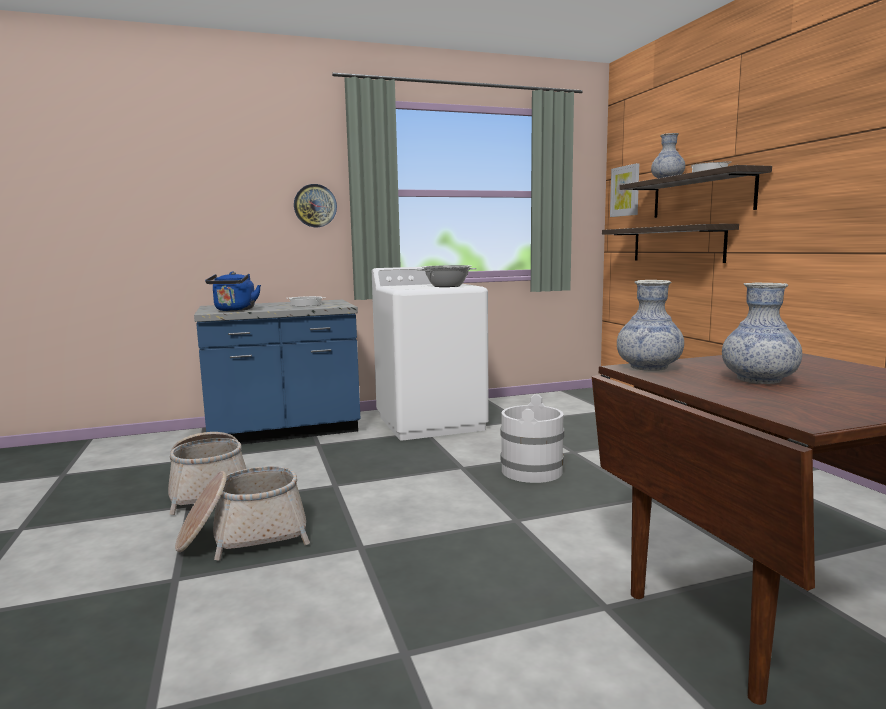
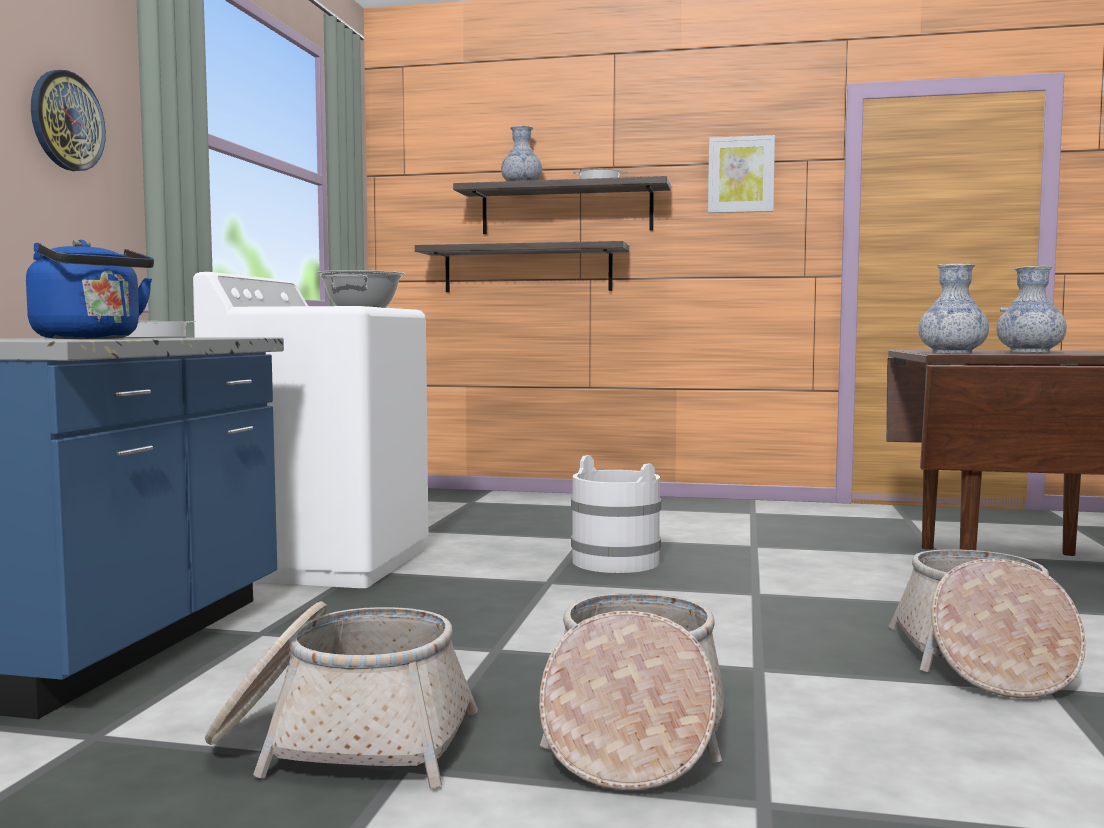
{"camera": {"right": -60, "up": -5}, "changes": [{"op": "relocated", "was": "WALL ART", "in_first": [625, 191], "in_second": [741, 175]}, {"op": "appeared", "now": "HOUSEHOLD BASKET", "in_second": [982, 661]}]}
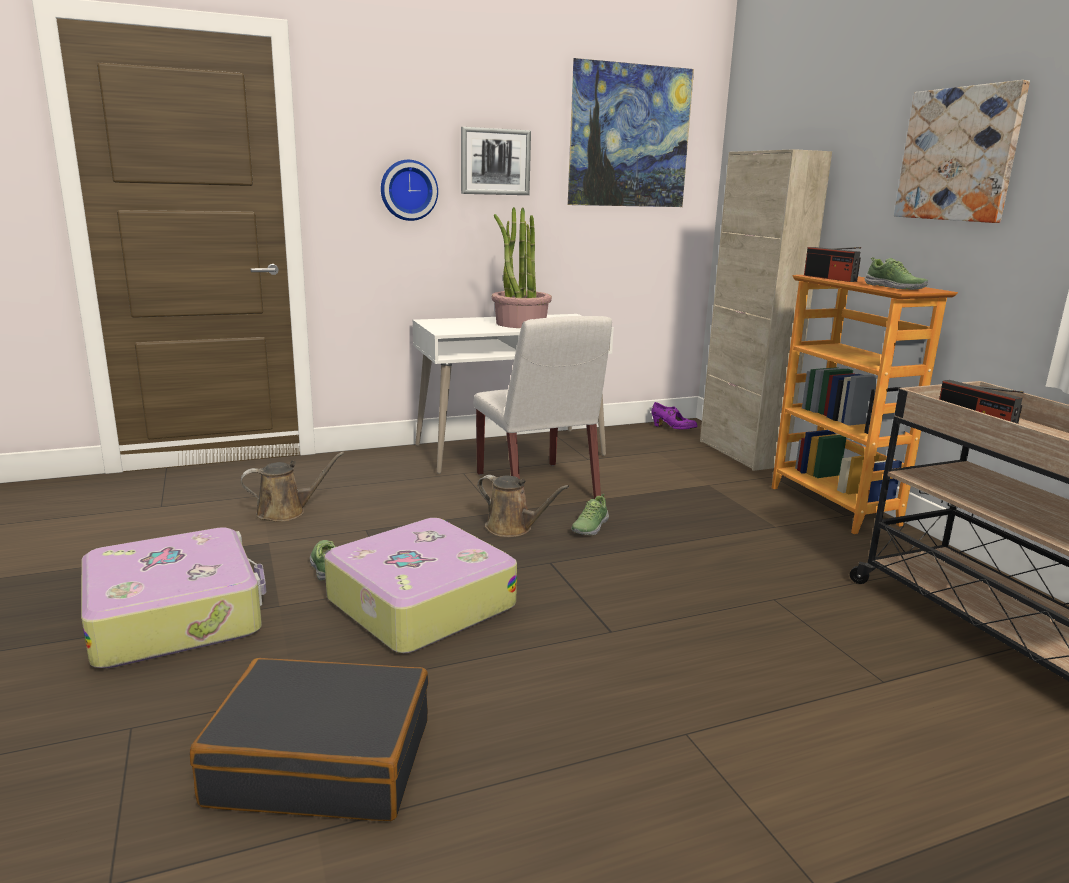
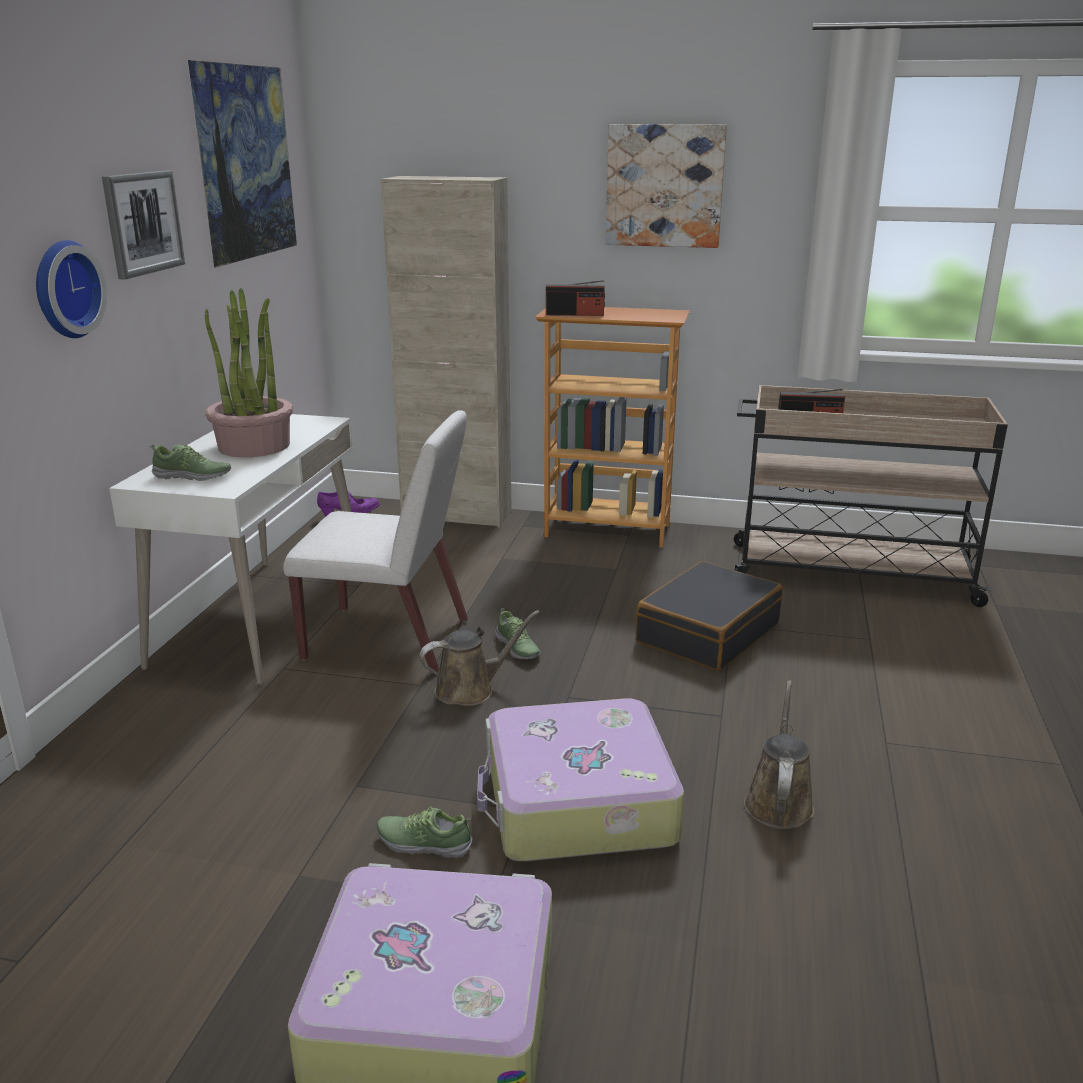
{"camera": {"right": -55, "up": 5}, "changes": [{"op": "relocated", "was": "LOW SHOE", "in_first": [894, 288], "in_second": [193, 477]}, {"op": "relocated", "was": "BLACK-COLOURED PIECE OF LUGGAGE", "in_first": [322, 761], "in_second": [707, 633]}, {"op": "relocated", "was": "BROWNISH WATERING POT", "in_first": [286, 512], "in_second": [778, 801]}]}
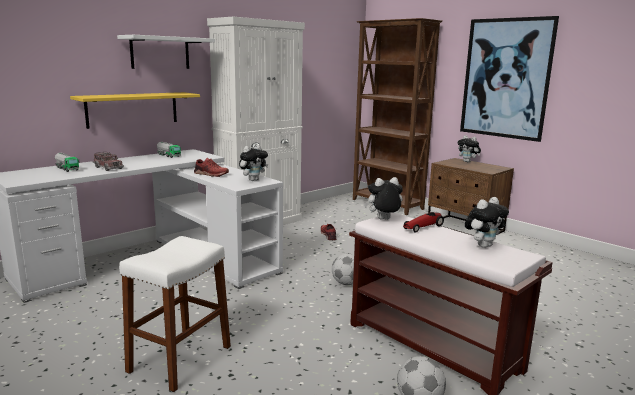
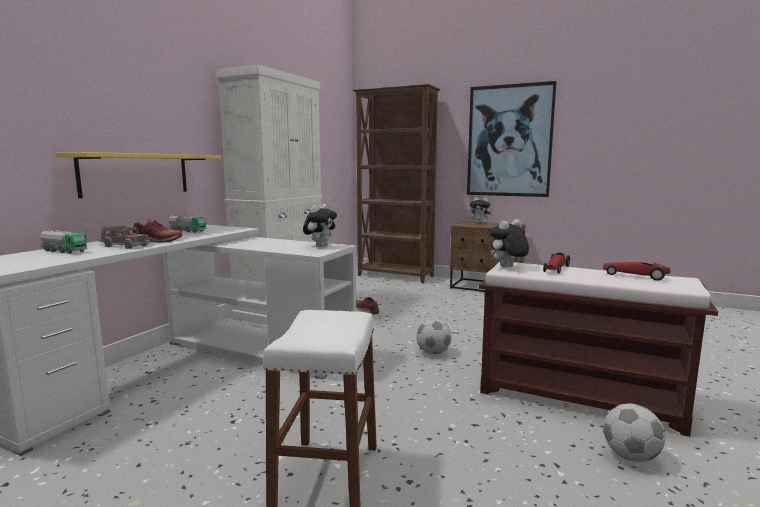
{"camera": {"right": -20, "up": -5}, "changes": [{"op": "relocated", "was": "RED LOW SHOE", "in_first": [210, 174], "in_second": [156, 240]}, {"op": "exchanged", "was": "CUDDLY TOY", "now": "MINIATURE CAR", "in_first": [483, 245], "in_second": [635, 276]}, {"op": "missing", "was": "WHITE WALL SHELF", "in_first": [160, 53]}]}
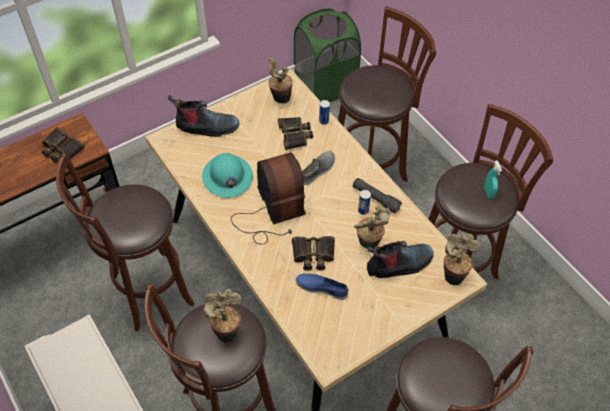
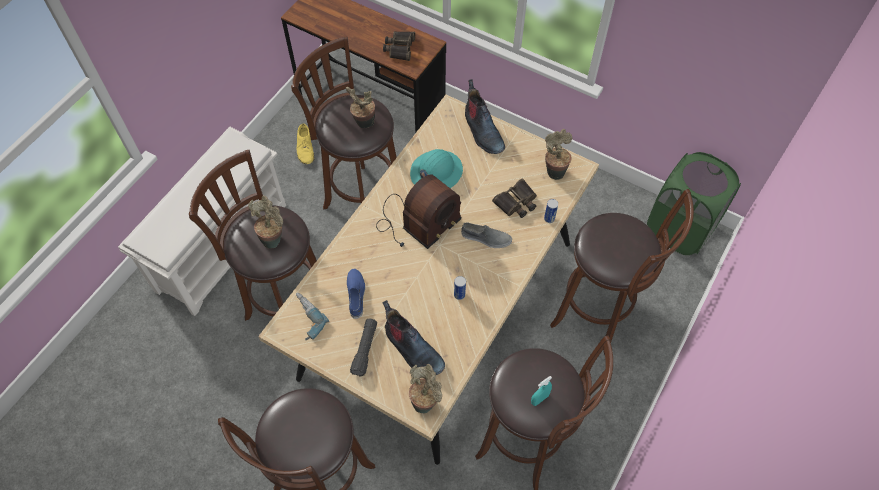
{"camera": {"right": 65, "up": 5}, "changes": [{"op": "appeared", "now": "YELLOWISH LOW SHOE", "in_second": [305, 148]}, {"op": "appeared", "now": "DRILL", "in_second": [305, 318]}, {"op": "relocated", "was": "PLANT IN A POT", "in_first": [369, 245], "in_second": [363, 123]}, {"op": "relocated", "was": "BLACK-COLOURED TORCH", "in_first": [376, 199], "in_second": [365, 349]}, {"op": "missing", "was": "BINOCULARS", "in_first": [313, 255]}]}
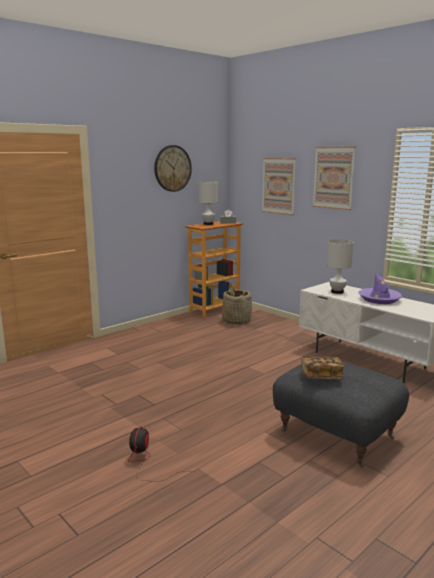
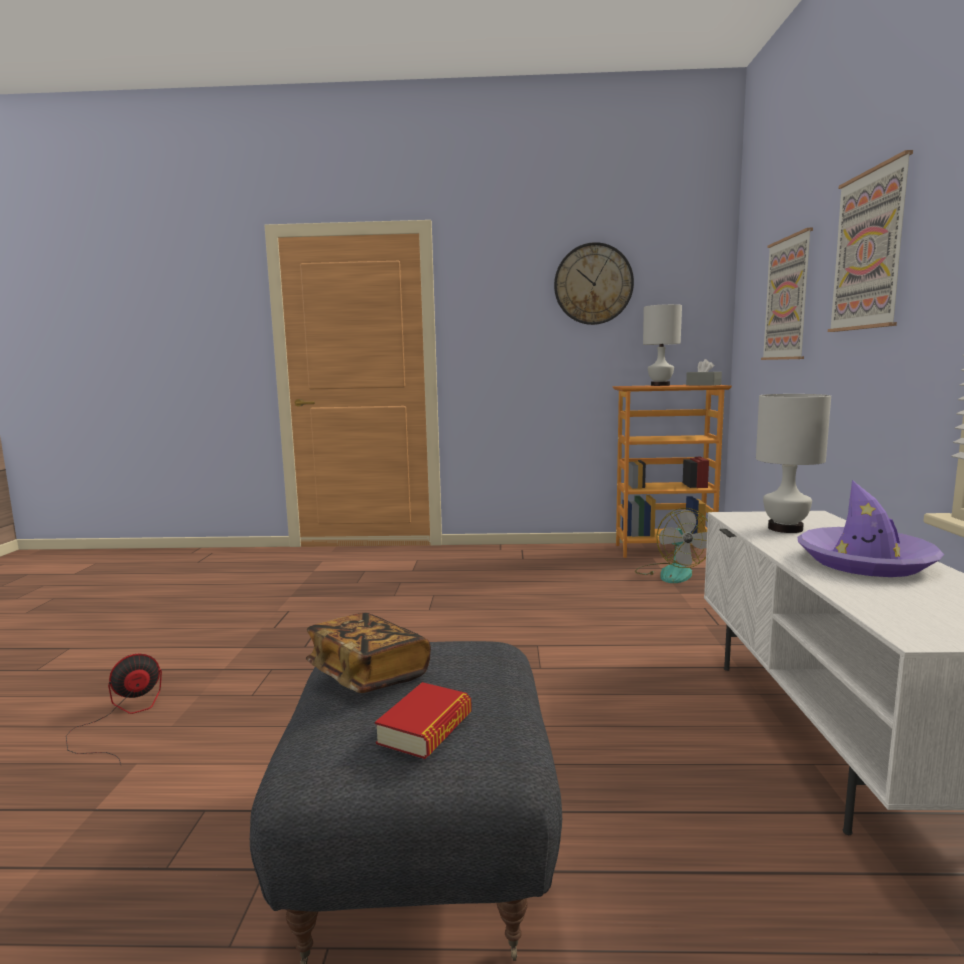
{"camera": {"right": 45, "up": -5}, "changes": [{"op": "appeared", "now": "BOOK", "in_second": [425, 728]}, {"op": "exchanged", "was": "HOUSEHOLD BASKET", "now": "ELECTRIC FAN", "in_first": [236, 321], "in_second": [670, 573]}]}
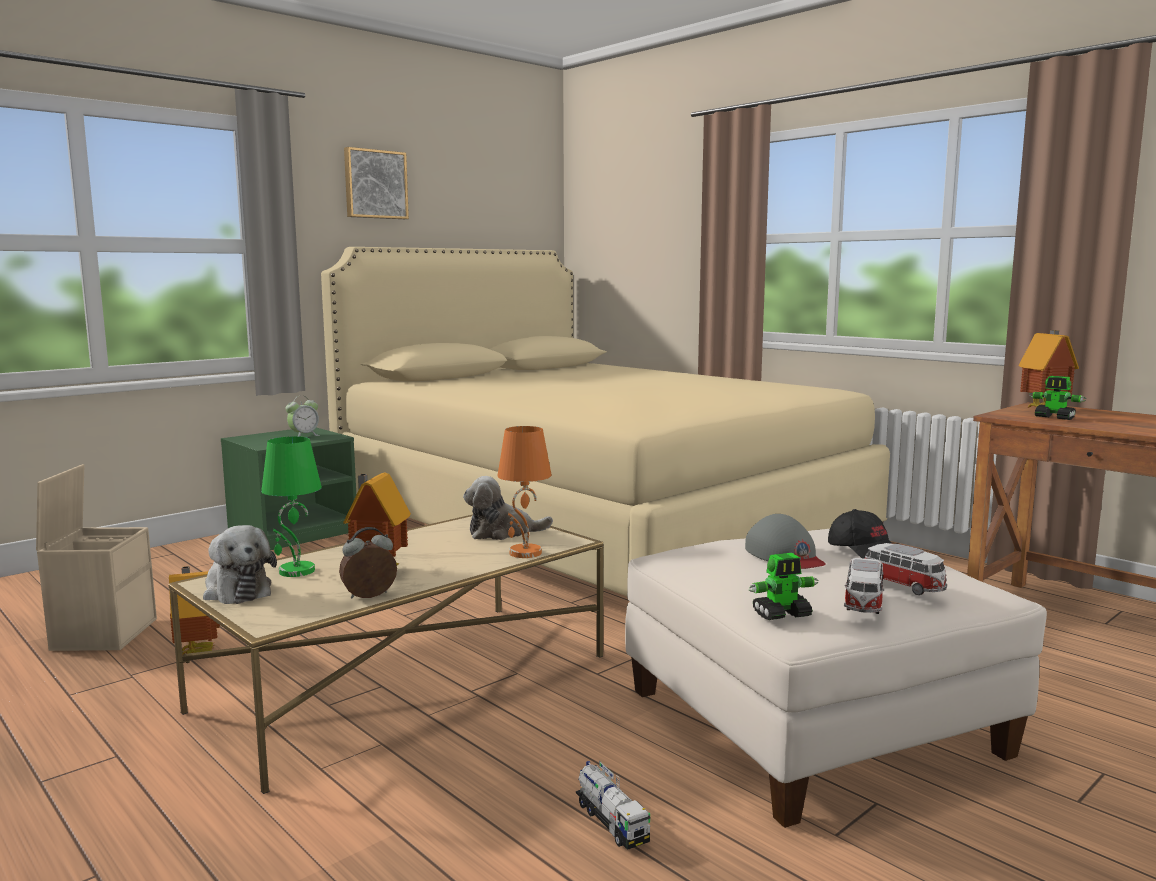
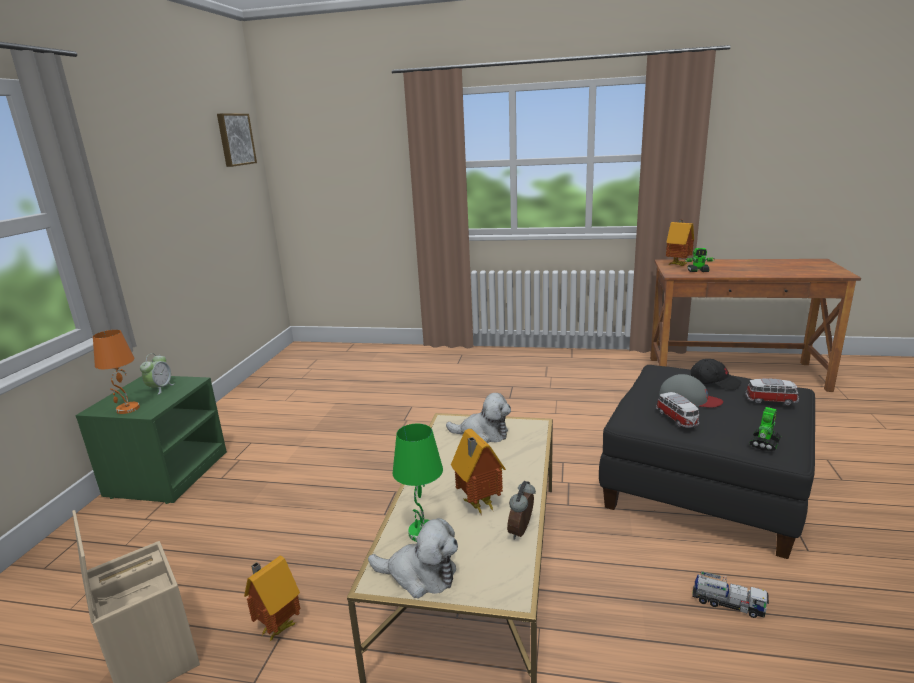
{"camera": {"right": -35, "up": 10}, "changes": [{"op": "relocated", "was": "ORANGE-COLOURED TABLE LAMP", "in_first": [525, 553], "in_second": [128, 409]}, {"op": "relocated", "was": "WALL ART", "in_first": [375, 184], "in_second": [235, 139]}, {"op": "spun", "was": "CUDDLY TOY", "in_first": [502, 532], "in_second": [483, 434], "clockwise": -120}, {"op": "colour", "was": "WHITE POUFFE", "now": "BLACK-COLOURED POUFFE", "in_first": [812, 721], "in_second": [702, 485]}, {"op": "relocated", "was": "MINIATURE CAR", "in_first": [863, 603], "in_second": [677, 419]}, {"op": "missing", "was": "BEIGE-COLOURED SLEEPING BED", "in_first": [593, 527]}]}
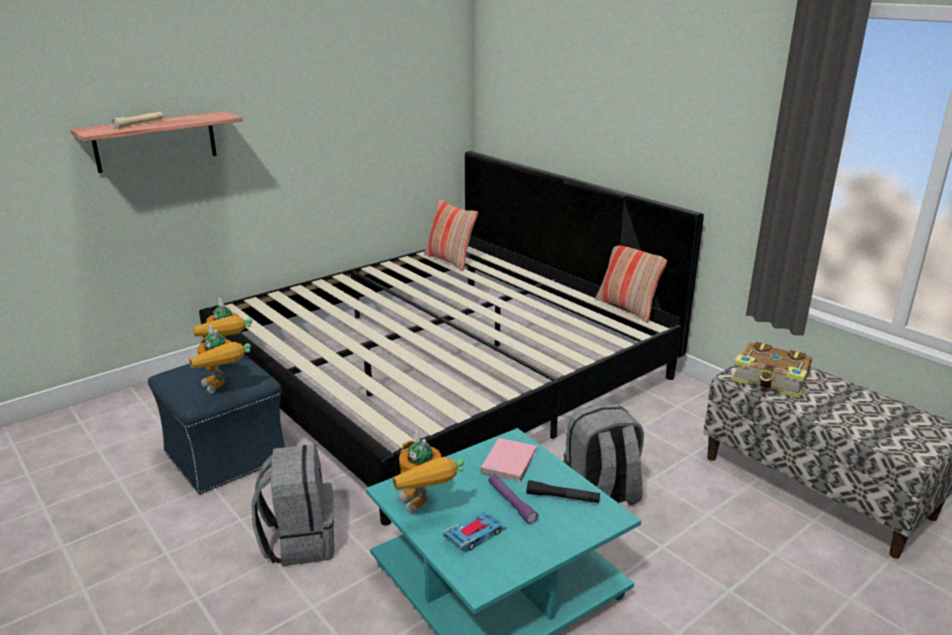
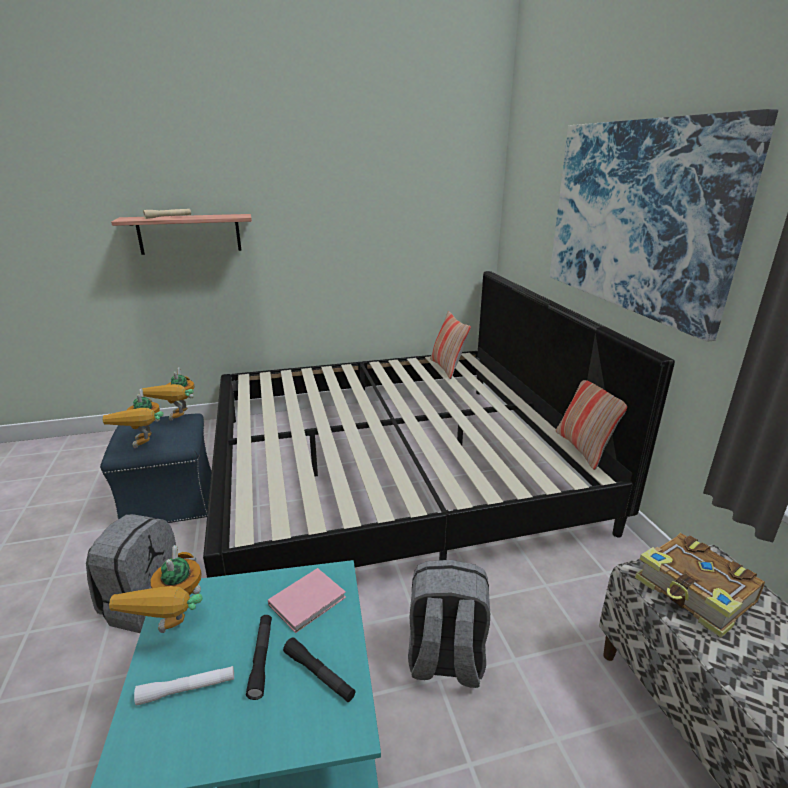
{"camera": {"right": 25, "up": 0}, "changes": [{"op": "exchanged", "was": "MINIATURE CAR", "now": "WHITE TORCH", "in_first": [475, 535], "in_second": [187, 689]}, {"op": "colour", "was": "PURPLISH TORCH", "now": "BLACK-COLOURED TORCH", "in_first": [511, 503], "in_second": [261, 659]}, {"op": "appeared", "now": "WALL ART", "in_second": [635, 217]}]}
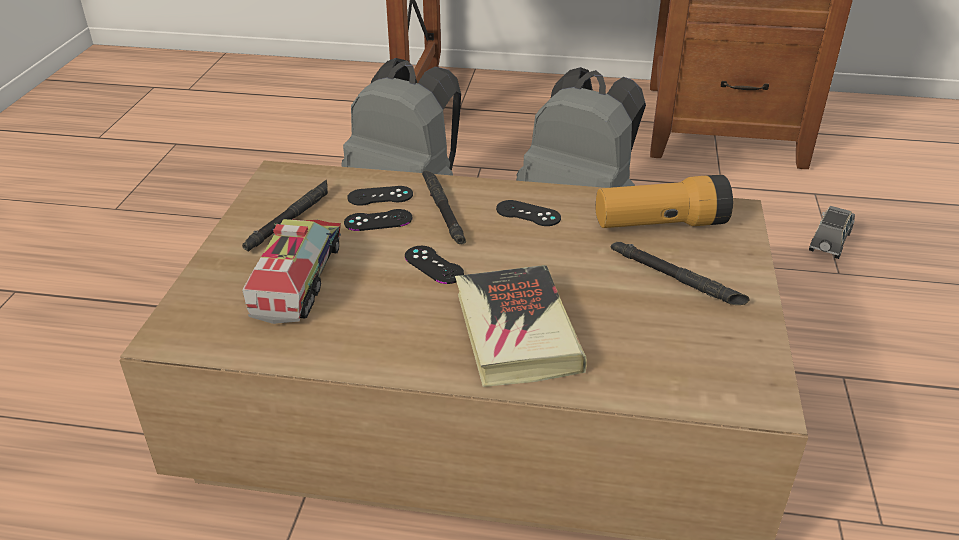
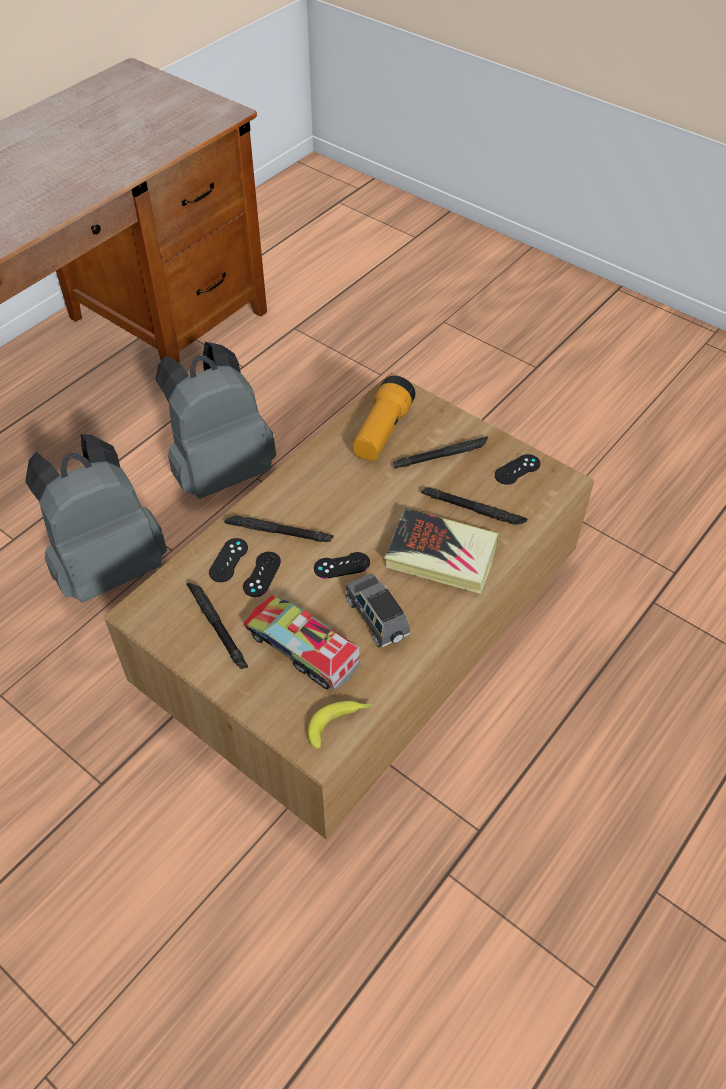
{"camera": {"right": -60, "up": 15}, "changes": [{"op": "appeared", "now": "BANANA", "in_second": [340, 723]}, {"op": "relocated", "was": "GREYISH MINIATURE CAR", "in_first": [829, 243], "in_second": [377, 619]}, {"op": "appeared", "now": "BLACK-COLOURED TORCH", "in_second": [473, 509]}, {"op": "relocated", "was": "BLACK-COLOURED GAMEPAD", "in_first": [528, 213], "in_second": [517, 469]}]}
